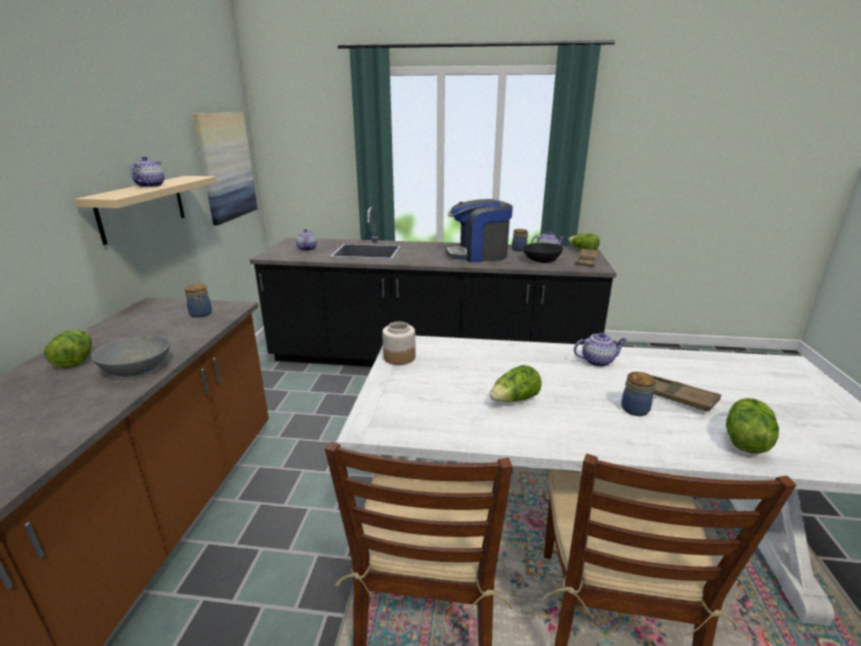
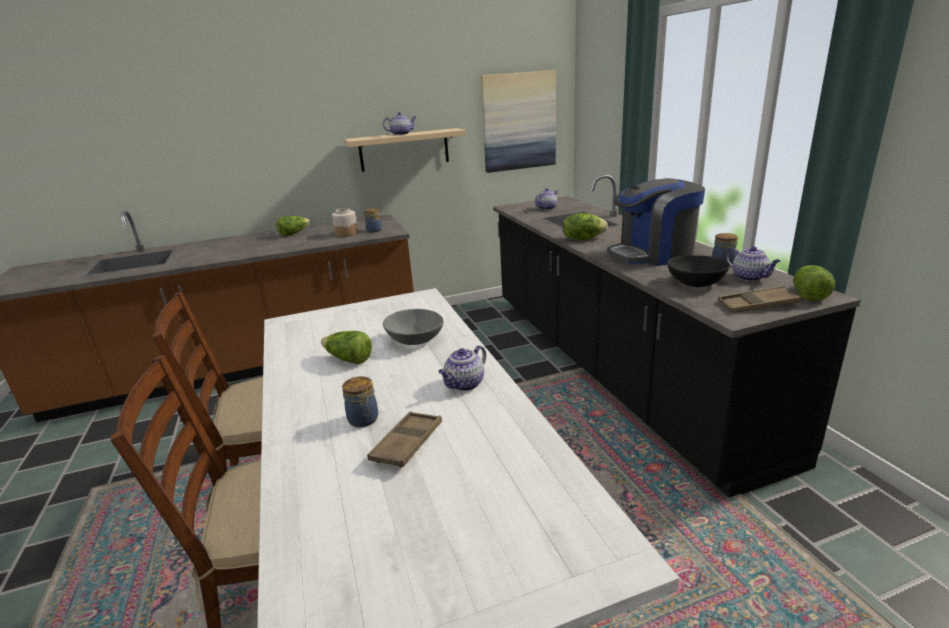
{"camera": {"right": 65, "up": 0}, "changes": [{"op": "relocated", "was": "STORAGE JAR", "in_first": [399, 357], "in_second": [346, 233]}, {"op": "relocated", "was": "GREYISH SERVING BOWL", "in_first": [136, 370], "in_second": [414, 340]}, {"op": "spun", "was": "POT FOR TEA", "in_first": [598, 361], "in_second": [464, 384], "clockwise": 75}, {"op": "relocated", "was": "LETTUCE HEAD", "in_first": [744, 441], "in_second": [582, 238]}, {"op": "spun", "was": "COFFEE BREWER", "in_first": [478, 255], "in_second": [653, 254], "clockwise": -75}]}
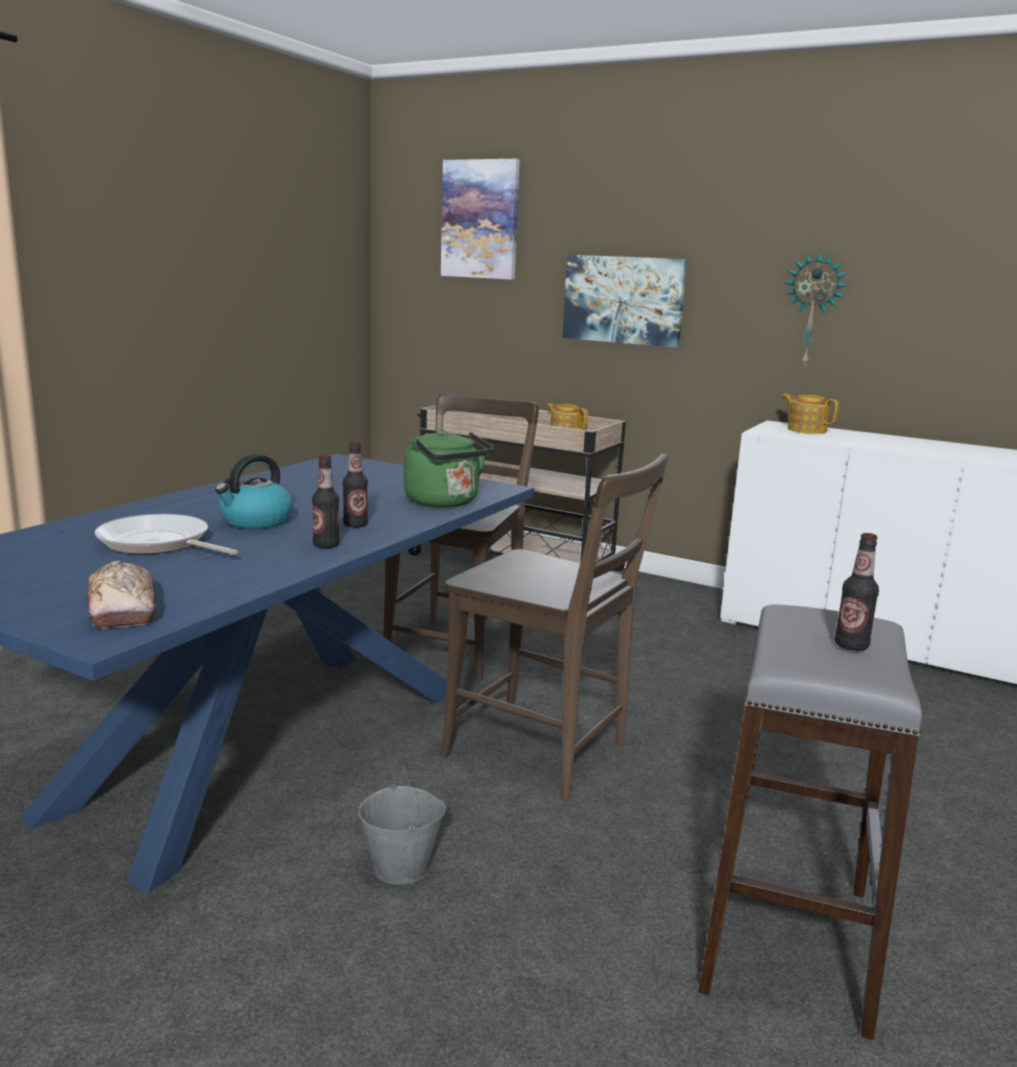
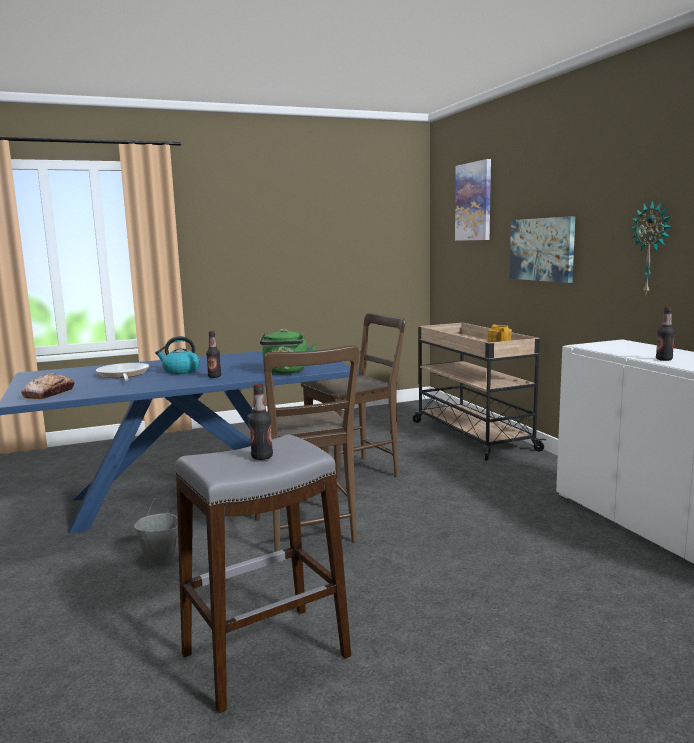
{"camera": {"right": 40, "up": -5}, "changes": [{"op": "relocated", "was": "DRINK BOTTLE", "in_first": [326, 545], "in_second": [664, 359]}, {"op": "missing", "was": "POT FOR TEA", "in_first": [806, 430]}]}
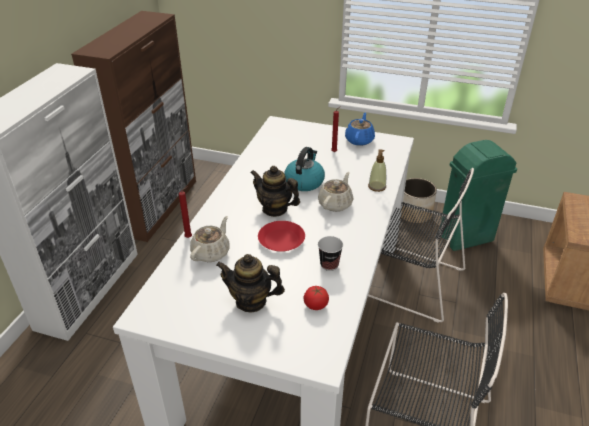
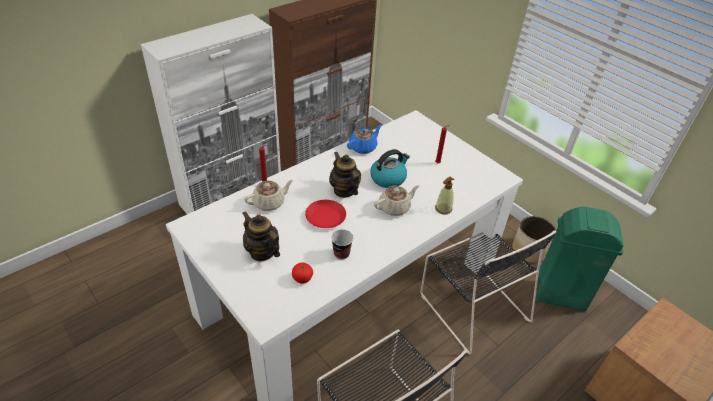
{"camera": {"right": 30, "up": 5}, "changes": [{"op": "relocated", "was": "BLUE-COLOURED POT FOR TEA", "in_first": [359, 140], "in_second": [363, 147]}]}
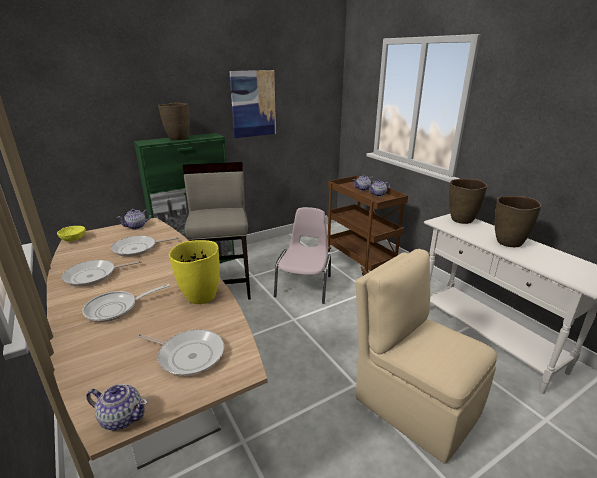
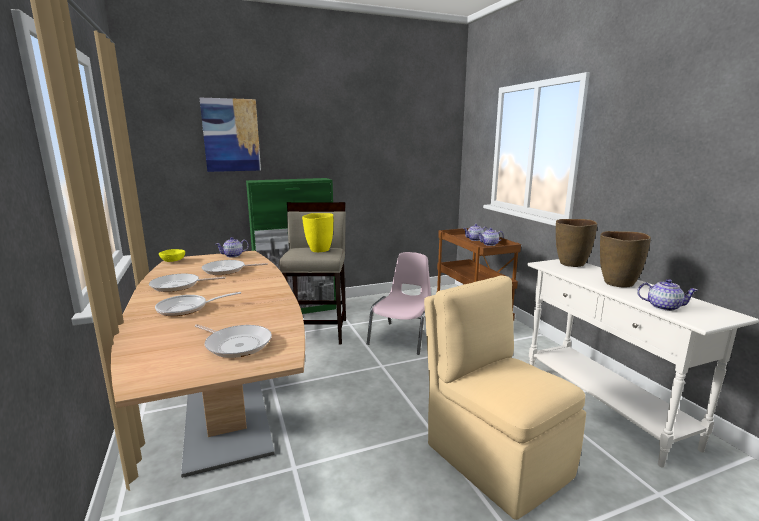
{"camera": {"right": 10, "up": -10}, "changes": [{"op": "relocated", "was": "WALL ART", "in_first": [253, 104], "in_second": [231, 135]}, {"op": "relocated", "was": "YELLOWISH FLOWER VASE", "in_first": [200, 297], "in_second": [319, 250]}, {"op": "relocated", "was": "POT FOR TEA", "in_first": [122, 417], "in_second": [663, 307]}, {"op": "missing", "was": "BROWNISH FLOWER VASE", "in_first": [178, 139]}]}
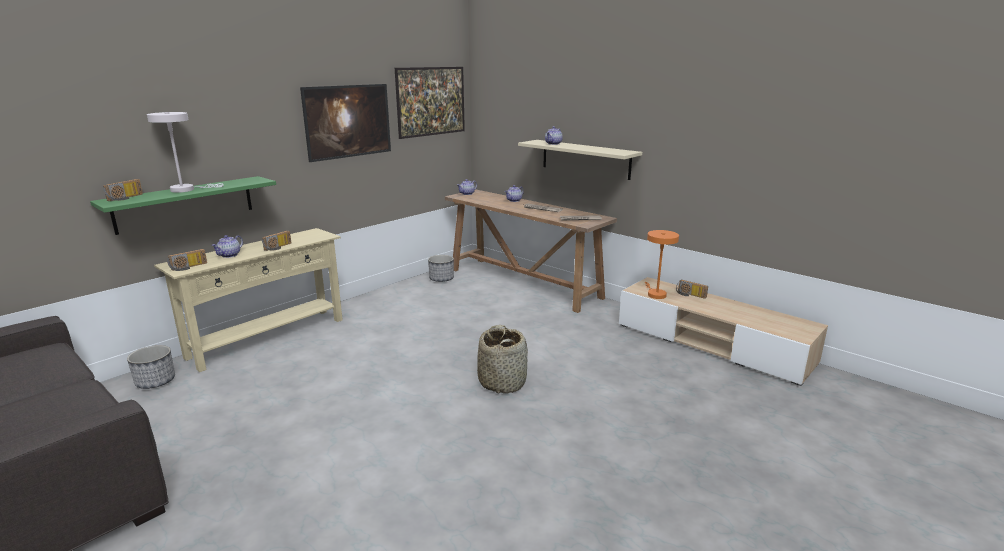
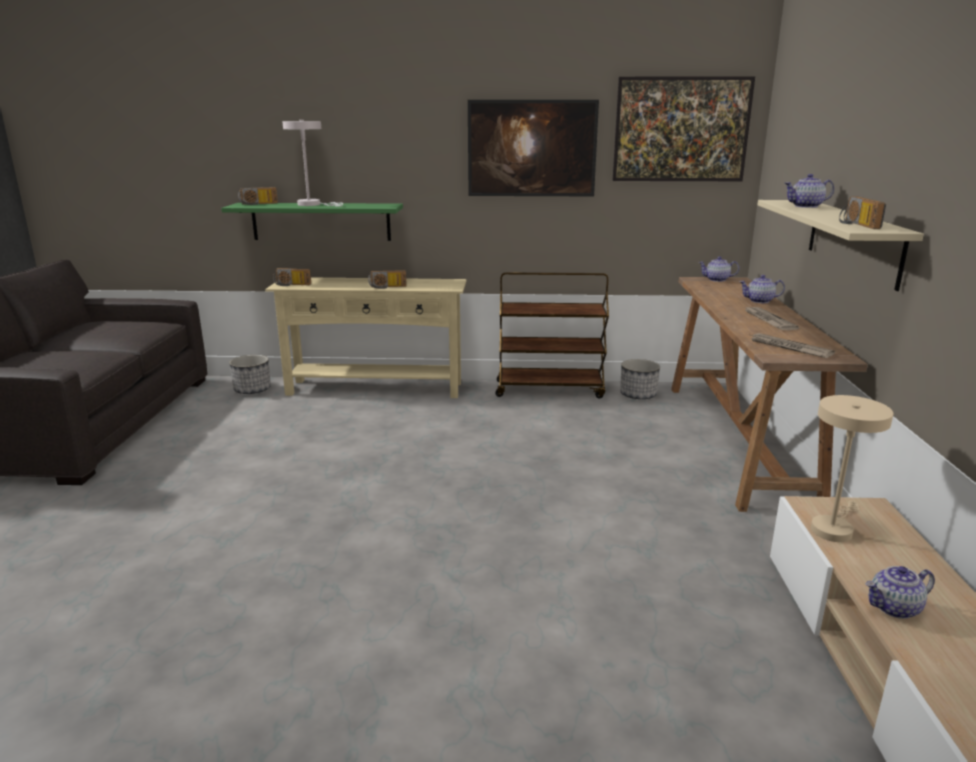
{"camera": {"right": 50, "up": 0}, "changes": [{"op": "appeared", "now": "BROWNISH WHEELED CART", "in_second": [550, 389]}, {"op": "colour", "was": "ORANGE-COLOURED TABLE LAMP", "now": "BEIGE-COLOURED TABLE LAMP", "in_first": [655, 294], "in_second": [833, 528]}, {"op": "relocated", "was": "RADIO SET", "in_first": [690, 295], "in_second": [856, 224]}, {"op": "relocated", "was": "POT FOR TEA", "in_first": [229, 255], "in_second": [894, 608]}, {"op": "missing", "was": "HOUSEHOLD BASKET", "in_first": [502, 382]}]}
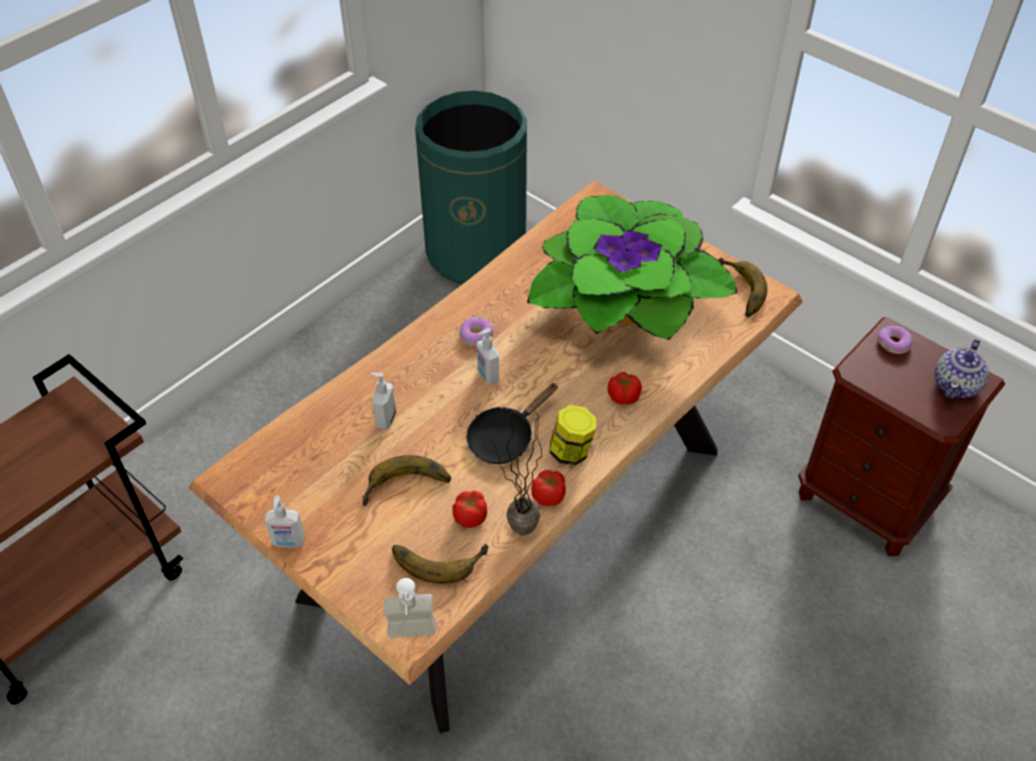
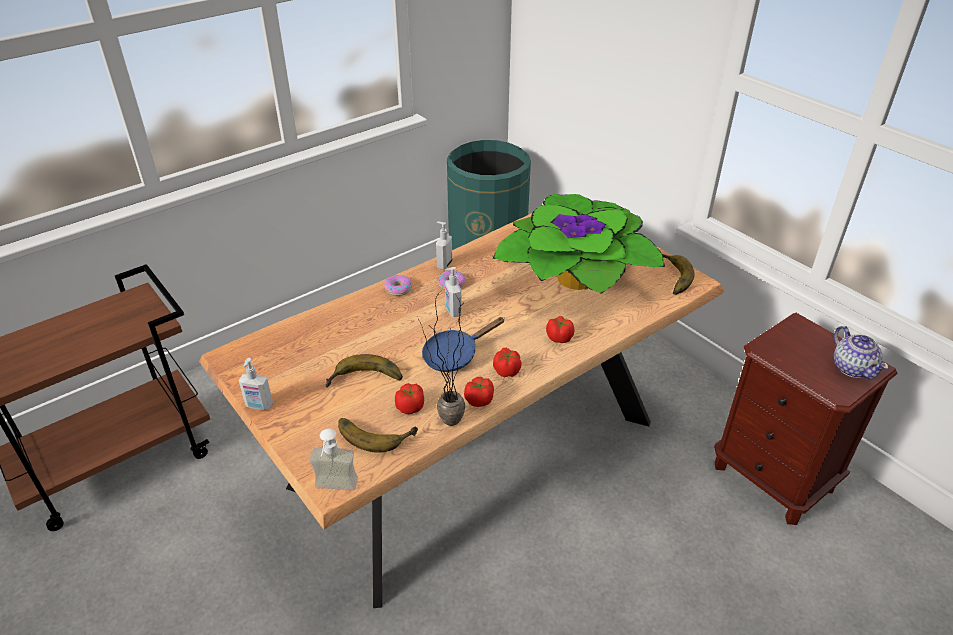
{"camera": {"right": 10, "up": -10}, "changes": [{"op": "relocated", "was": "DOUGHNUT", "in_first": [893, 343], "in_second": [398, 289]}, {"op": "colour", "was": "BLACK-COLOURED FRYING PAN", "now": "BLUE-COLOURED FRYING PAN", "in_first": [505, 438], "in_second": [455, 355]}, {"op": "relocated", "was": "SOAP DISPENSER", "in_first": [385, 419], "in_second": [444, 264]}, {"op": "exchanged", "was": "STORAGE JAR", "now": "WHOLE TOMATO", "in_first": [571, 451], "in_second": [506, 371]}, {"op": "spun", "was": "POT FOR TEA", "in_first": [956, 385], "in_second": [852, 368], "clockwise": -60}]}
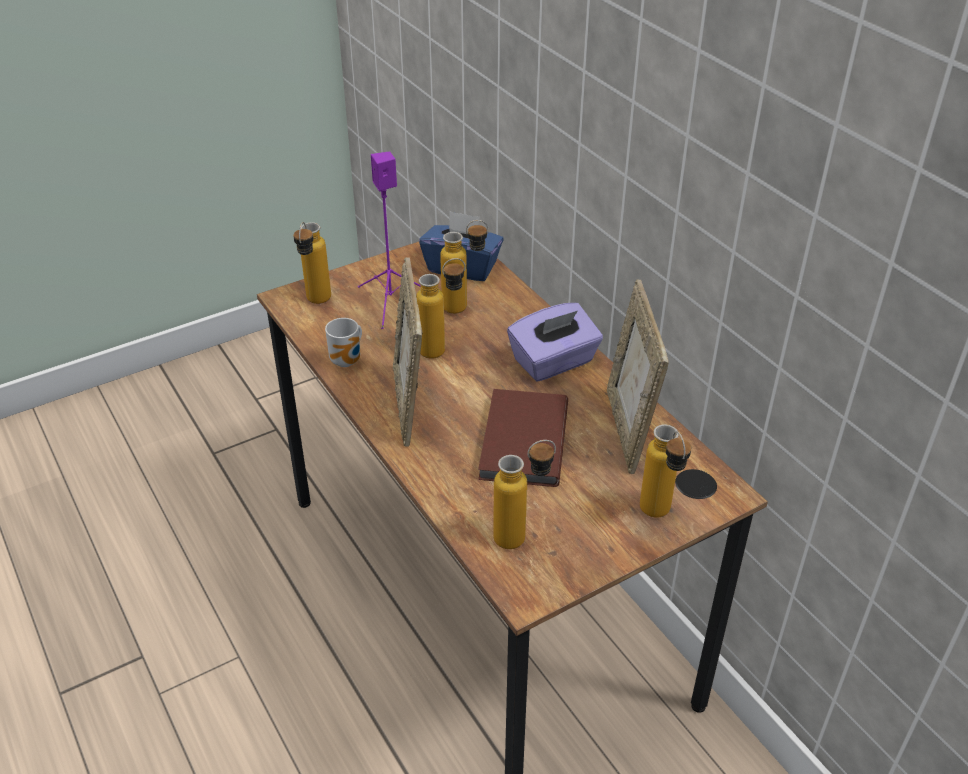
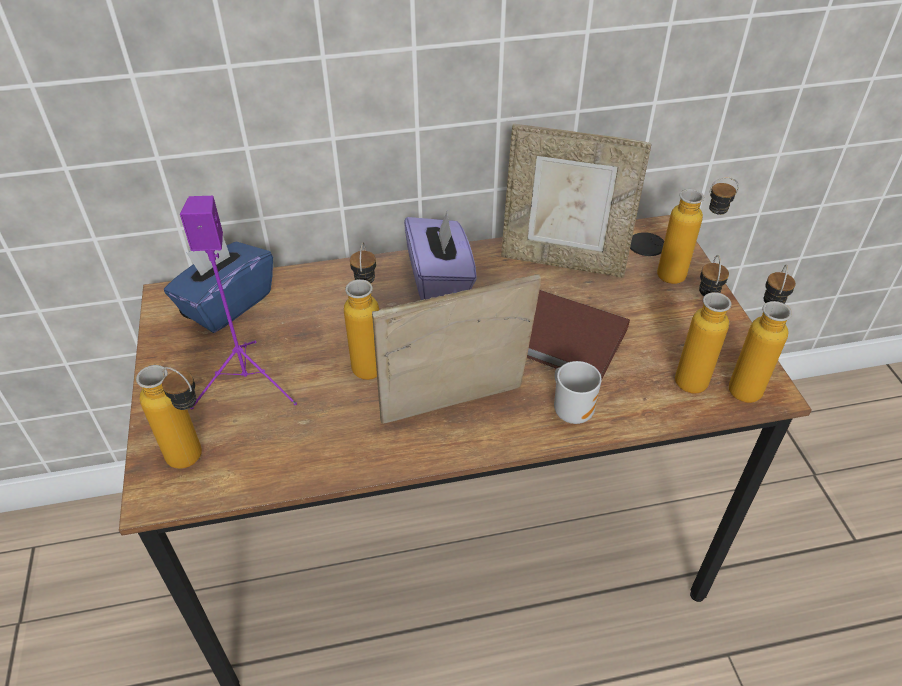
{"camera": {"right": -70, "up": 5}, "changes": [{"op": "spun", "was": "PHOTO FRAME", "in_first": [410, 404], "in_second": [454, 411], "clockwise": 150}, {"op": "relocated", "was": "TEA MUG", "in_first": [348, 361], "in_second": [572, 411]}, {"op": "relocated", "was": "DRINK BOTTLE", "in_first": [465, 307], "in_second": [745, 381]}]}
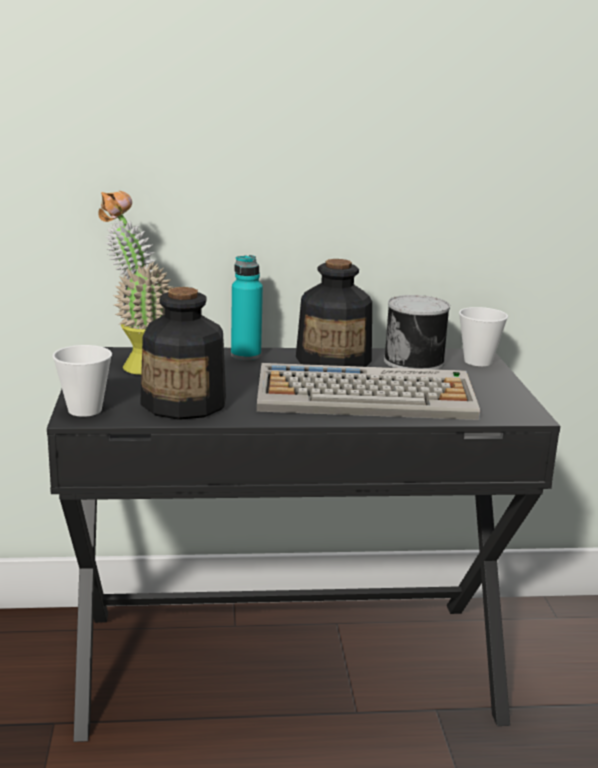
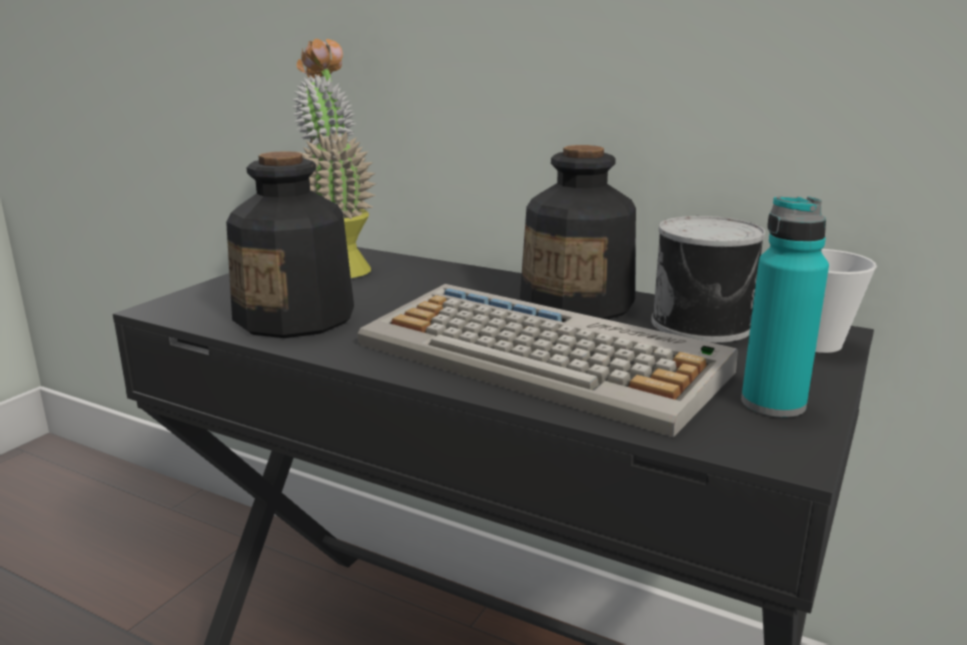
{"camera": {"right": 35, "up": 0}, "changes": [{"op": "relocated", "was": "TURQUOISE DRINK BOTTLE", "in_first": [246, 355], "in_second": [773, 403]}, {"op": "missing", "was": "SMALL CUP", "in_first": [85, 410]}]}
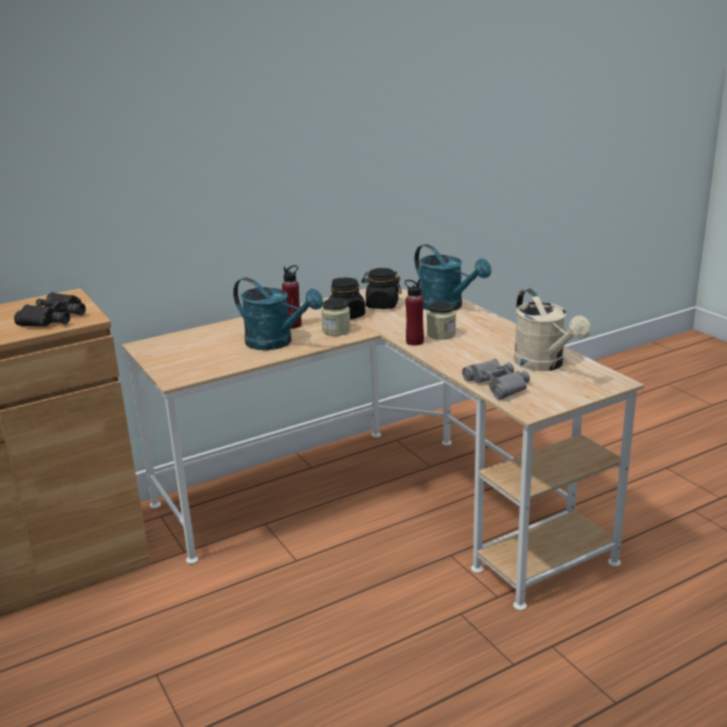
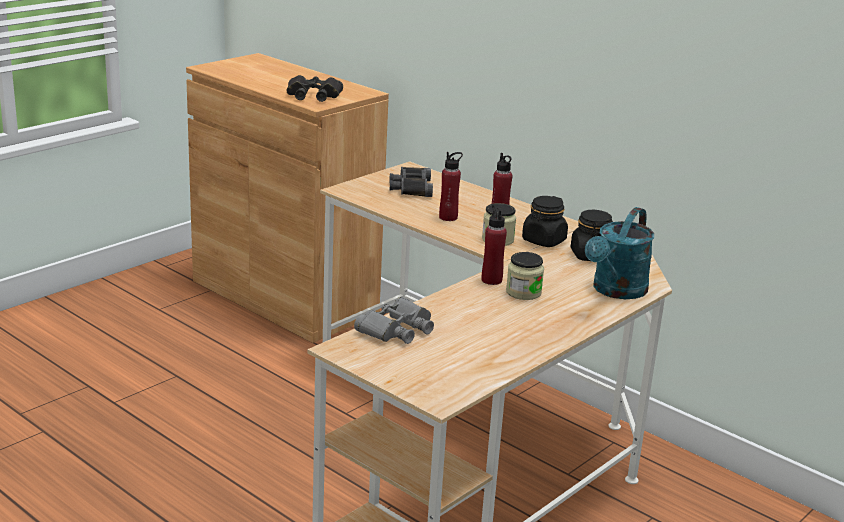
{"camera": {"right": 70, "up": 0}, "changes": [{"op": "appeared", "now": "BLACK-COLOURED BINOCULARS", "in_second": [411, 187]}, {"op": "exchanged", "was": "TURQUOISE WATERING POT", "now": "RED DRINK BOTTLE", "in_first": [276, 343], "in_second": [448, 217]}, {"op": "missing", "was": "BEIGE-COLOURED WATERING POT", "in_first": [545, 364]}]}
